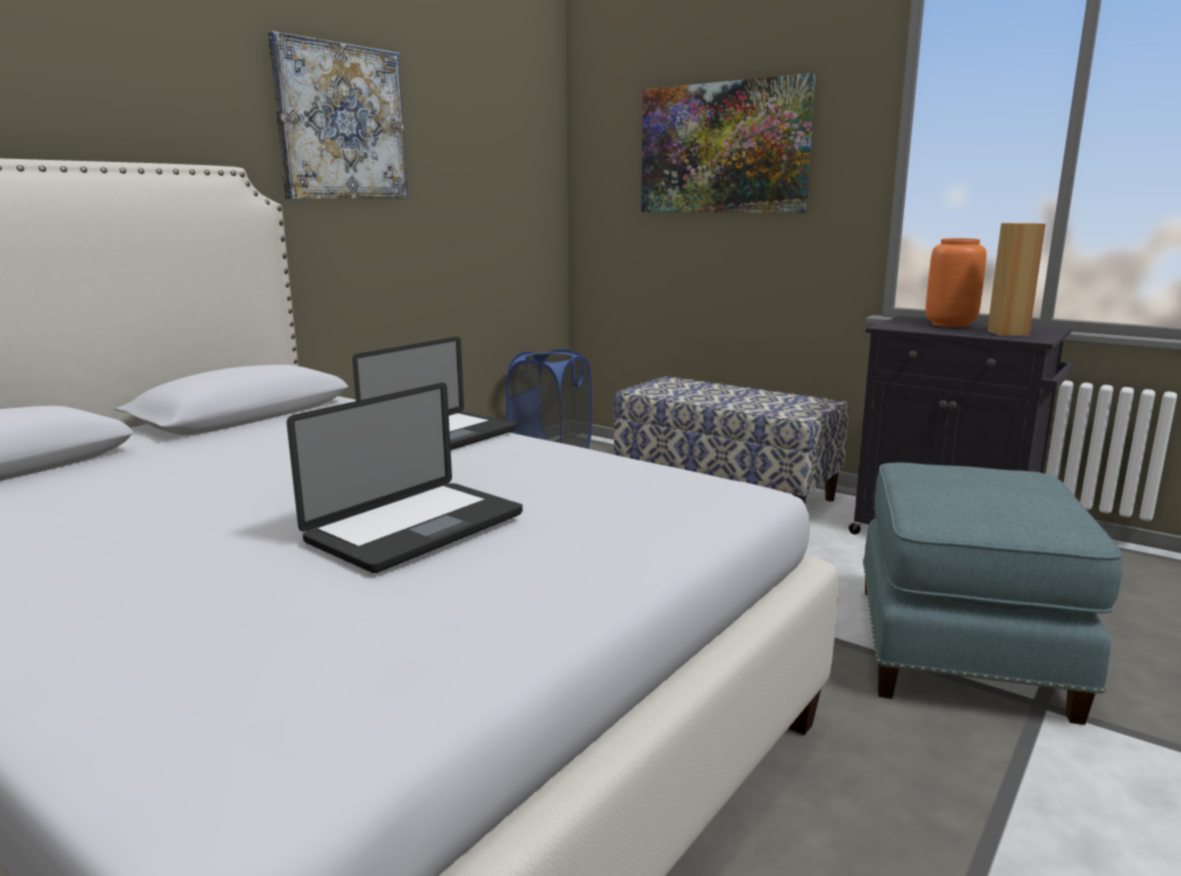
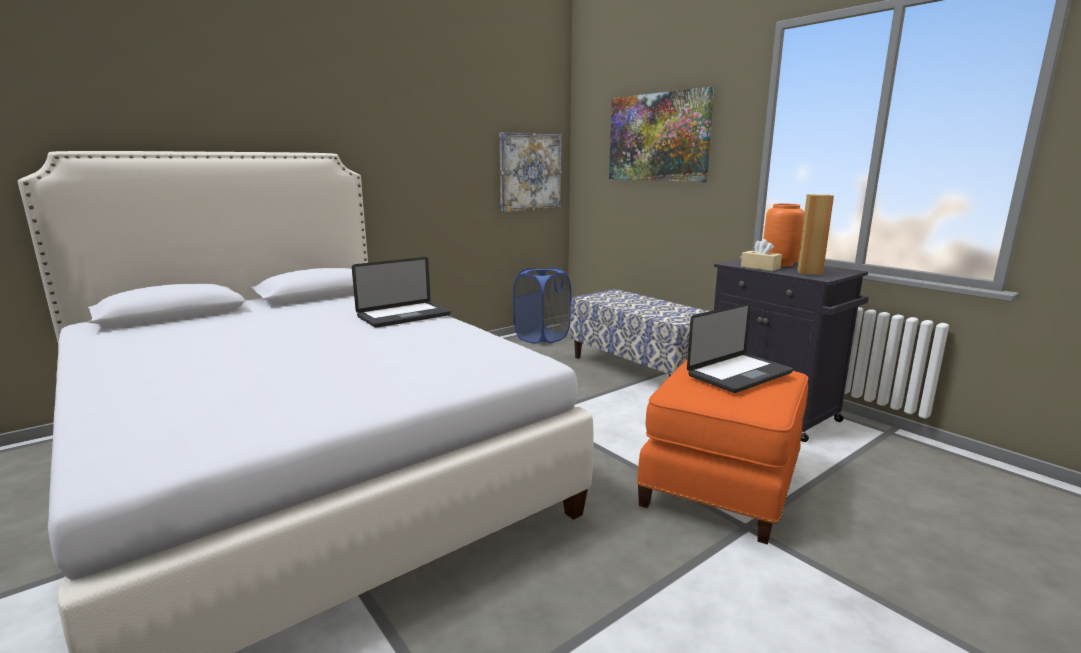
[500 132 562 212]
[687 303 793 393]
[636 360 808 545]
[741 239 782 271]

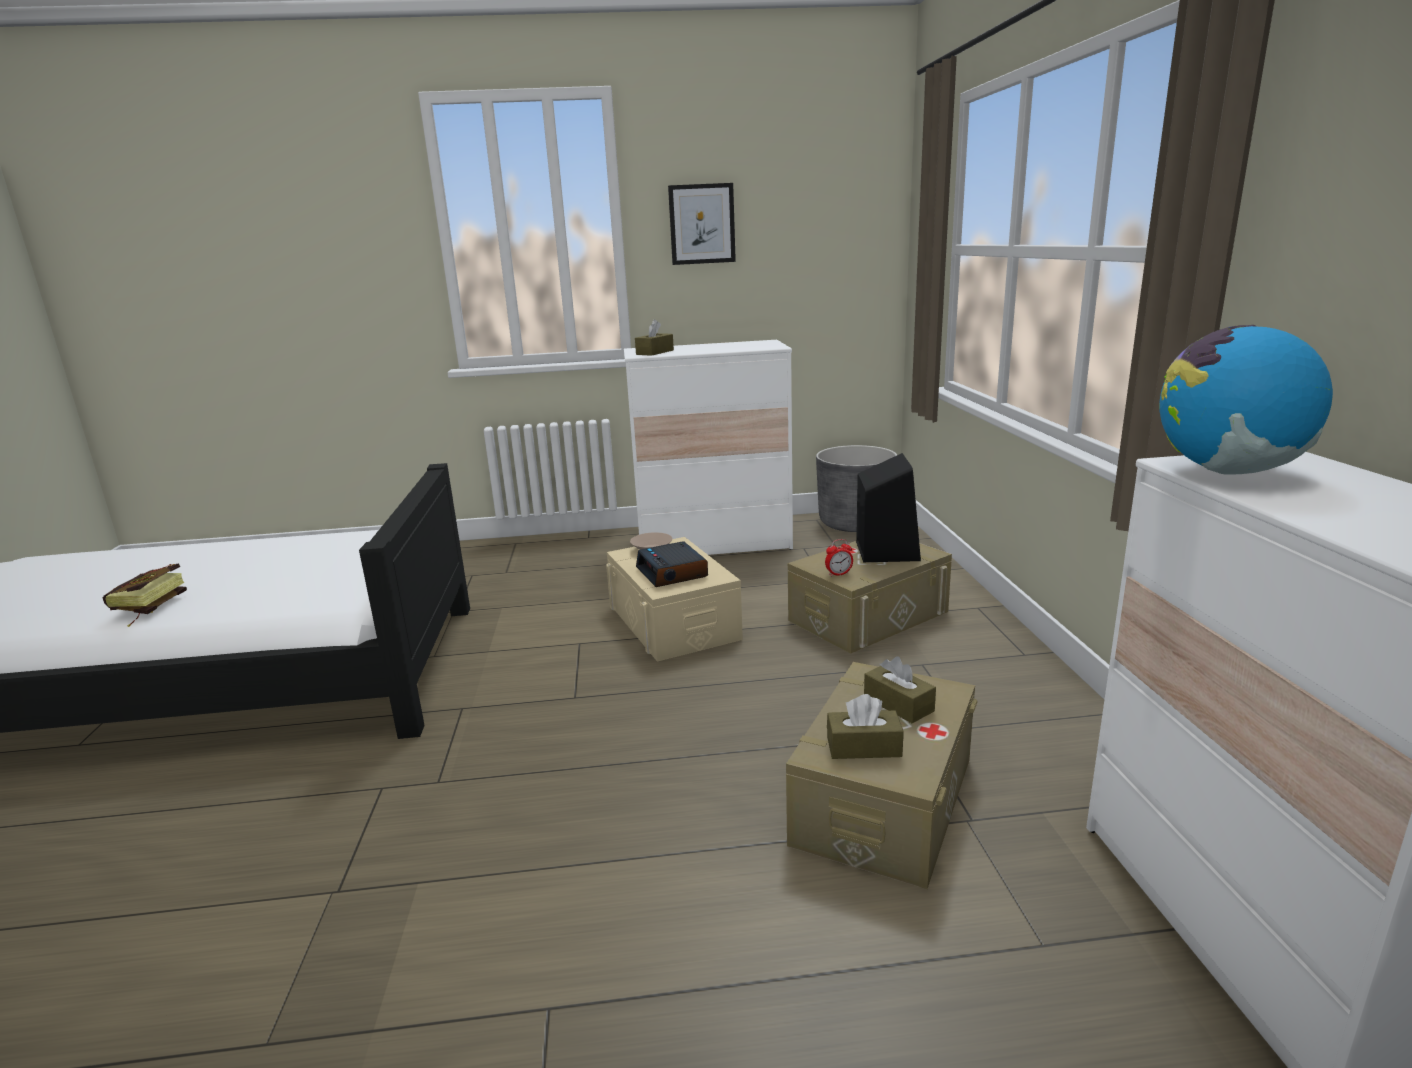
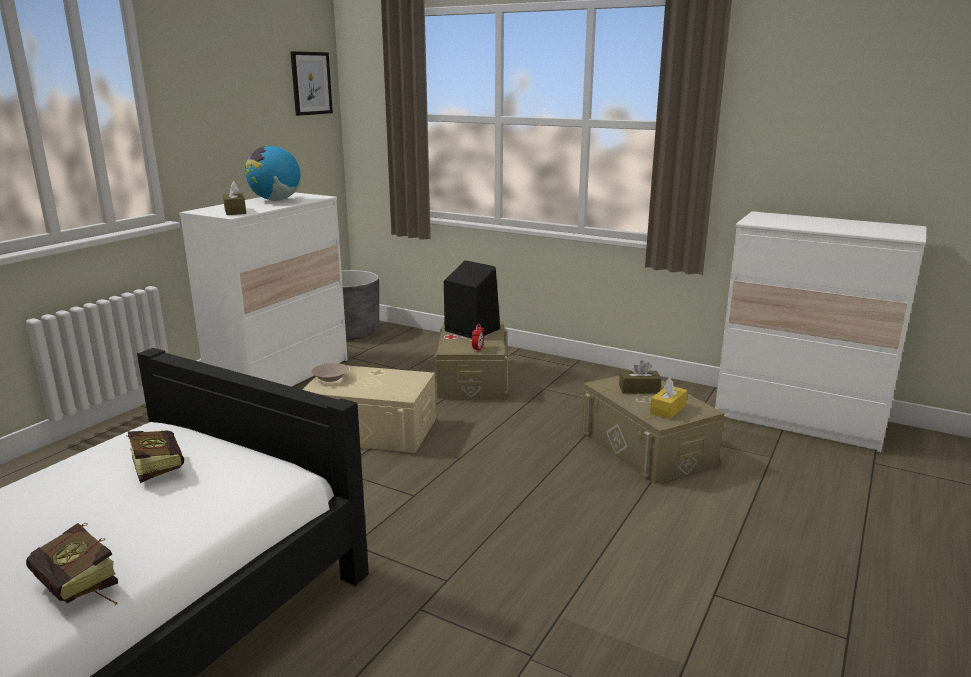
[290 51 333 116]
[245 146 300 201]
[636 542 708 587] (first image)
[650 377 687 419]
[126 430 184 483]

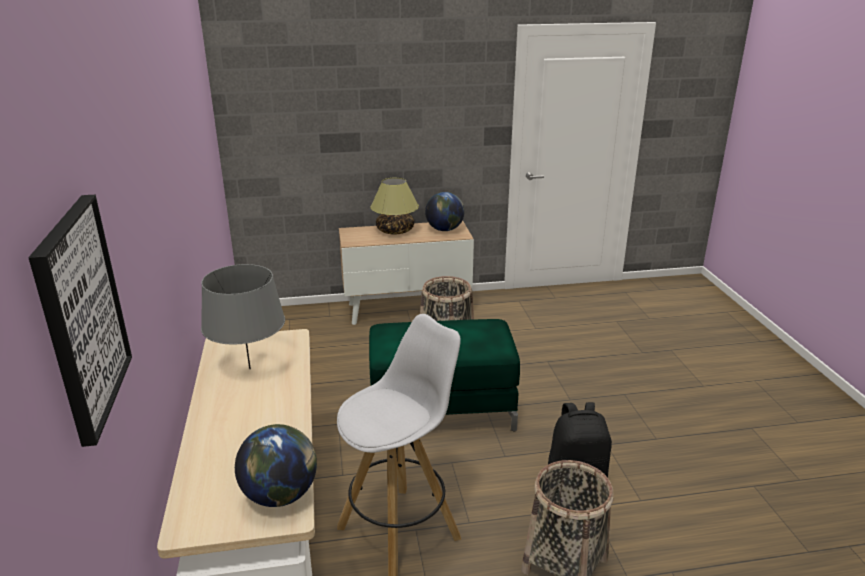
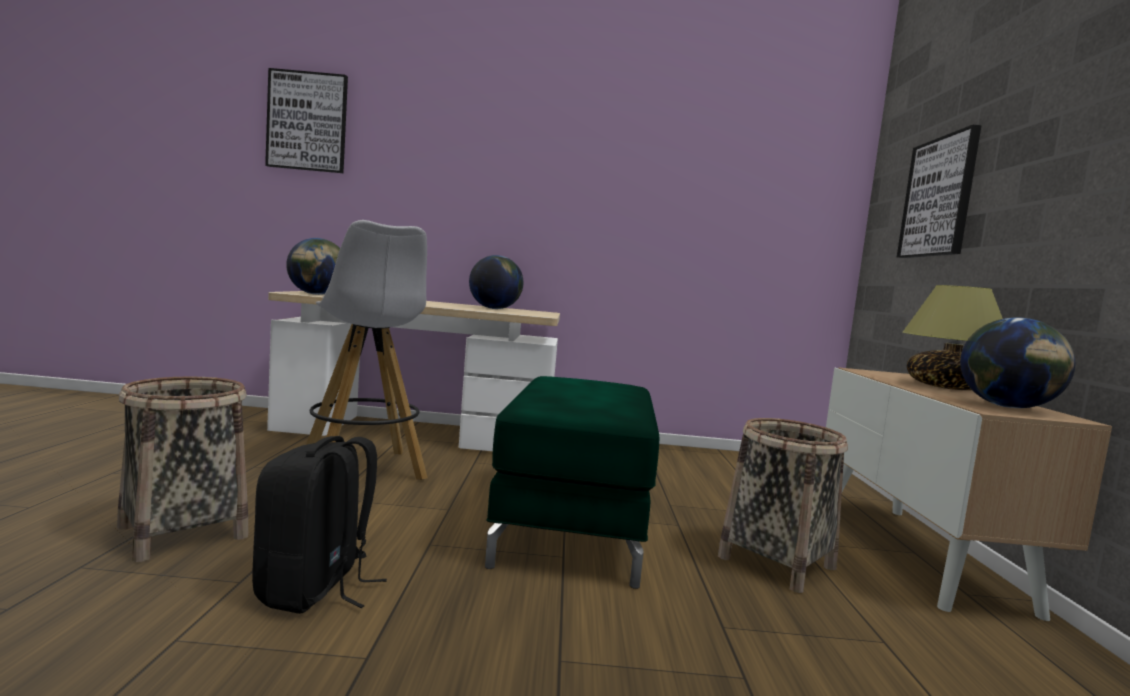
[469 255 523 309]
[897 124 982 258]

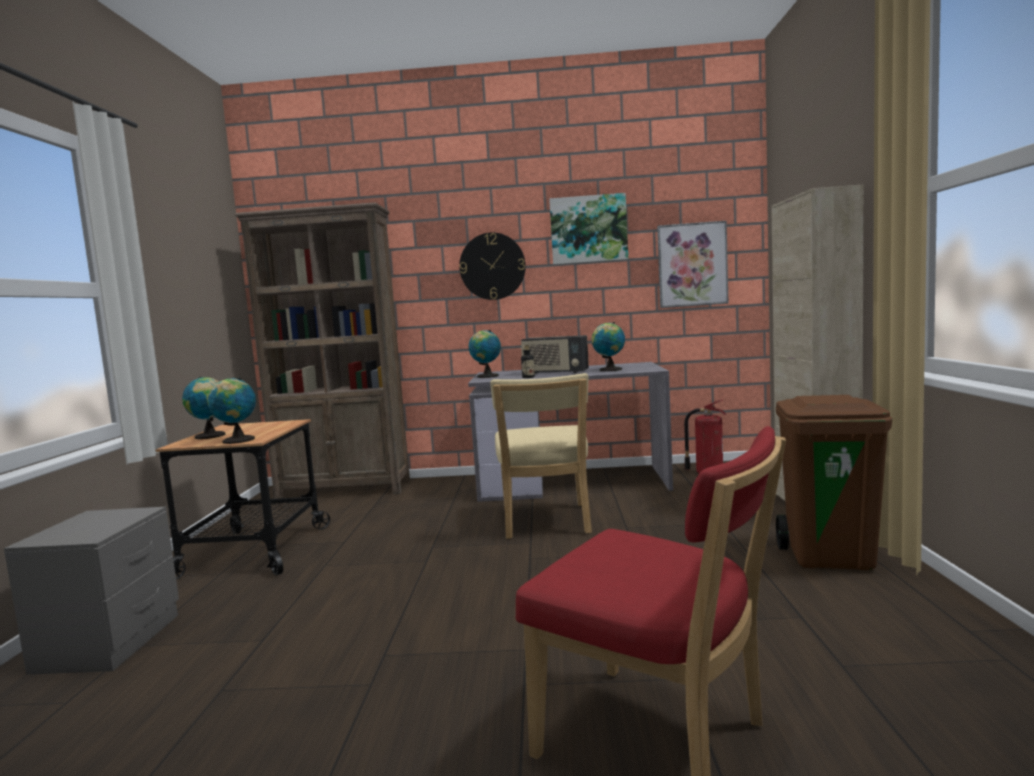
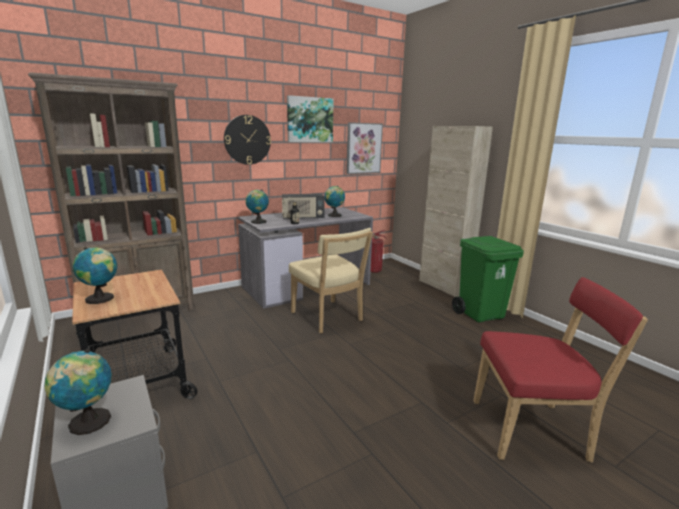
[45 349 112 435]
[452 236 524 322]

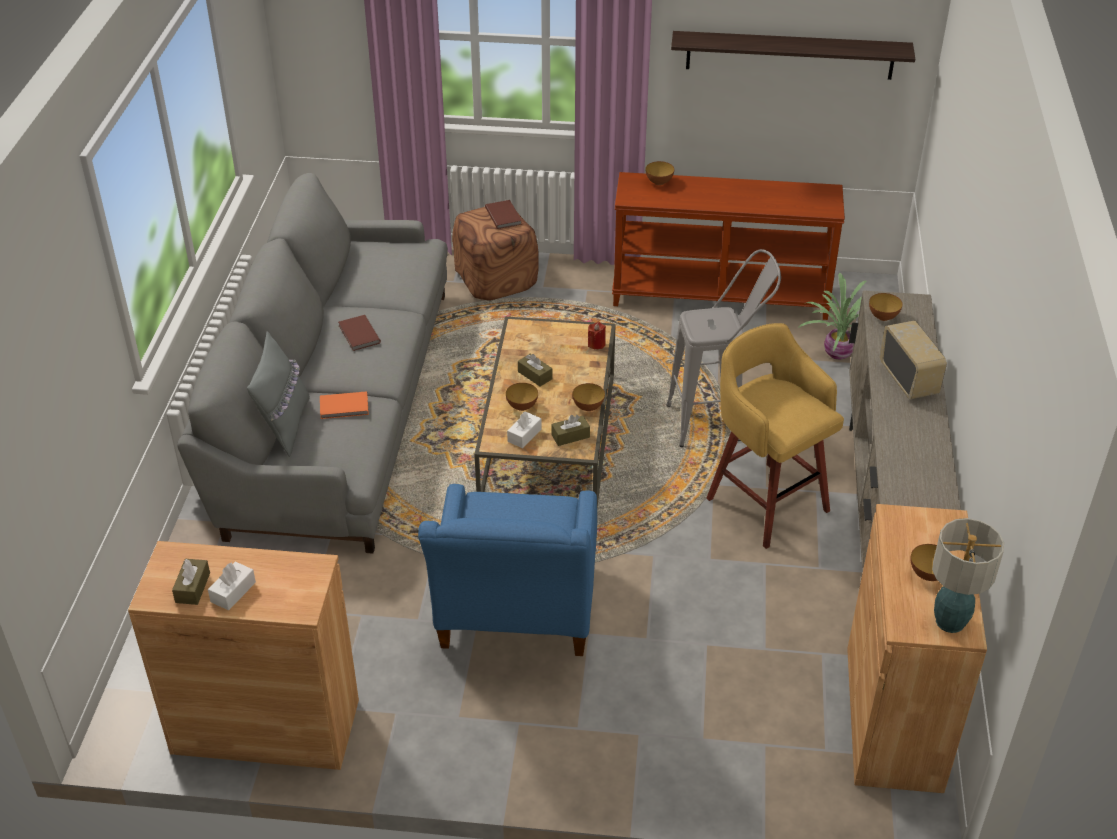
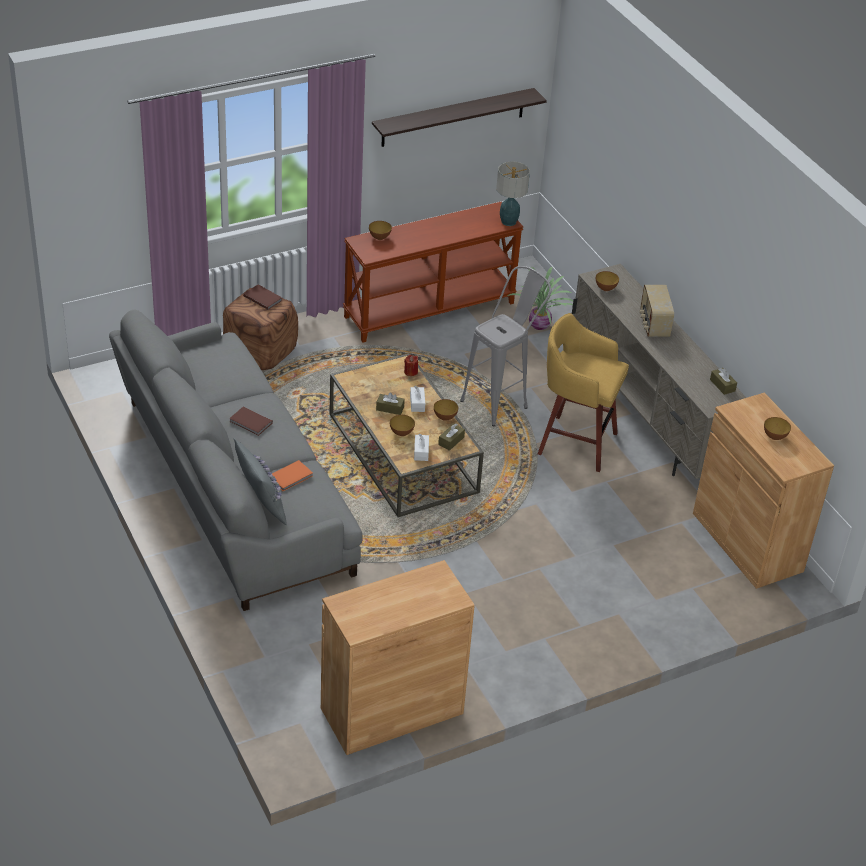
[639 285 674 337]
[418 484 597 656] (first image)
[496 161 530 226]
[710 368 737 395]
[410 386 425 412]

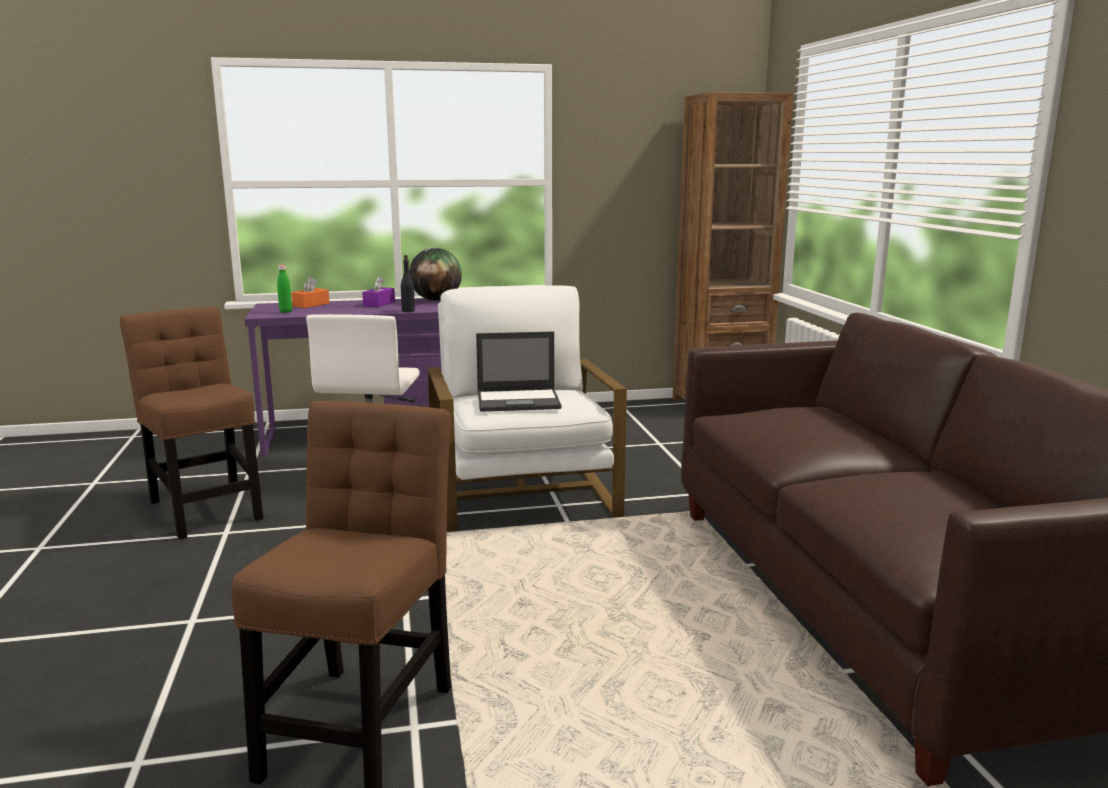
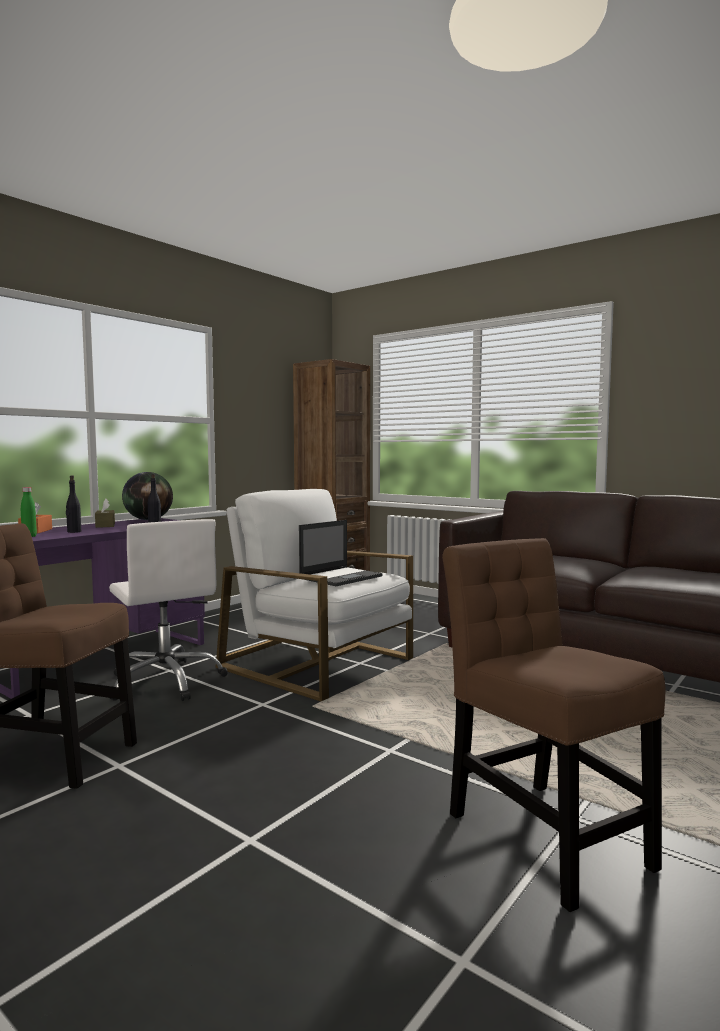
[95 499 115 528]
[66 475 81 533]

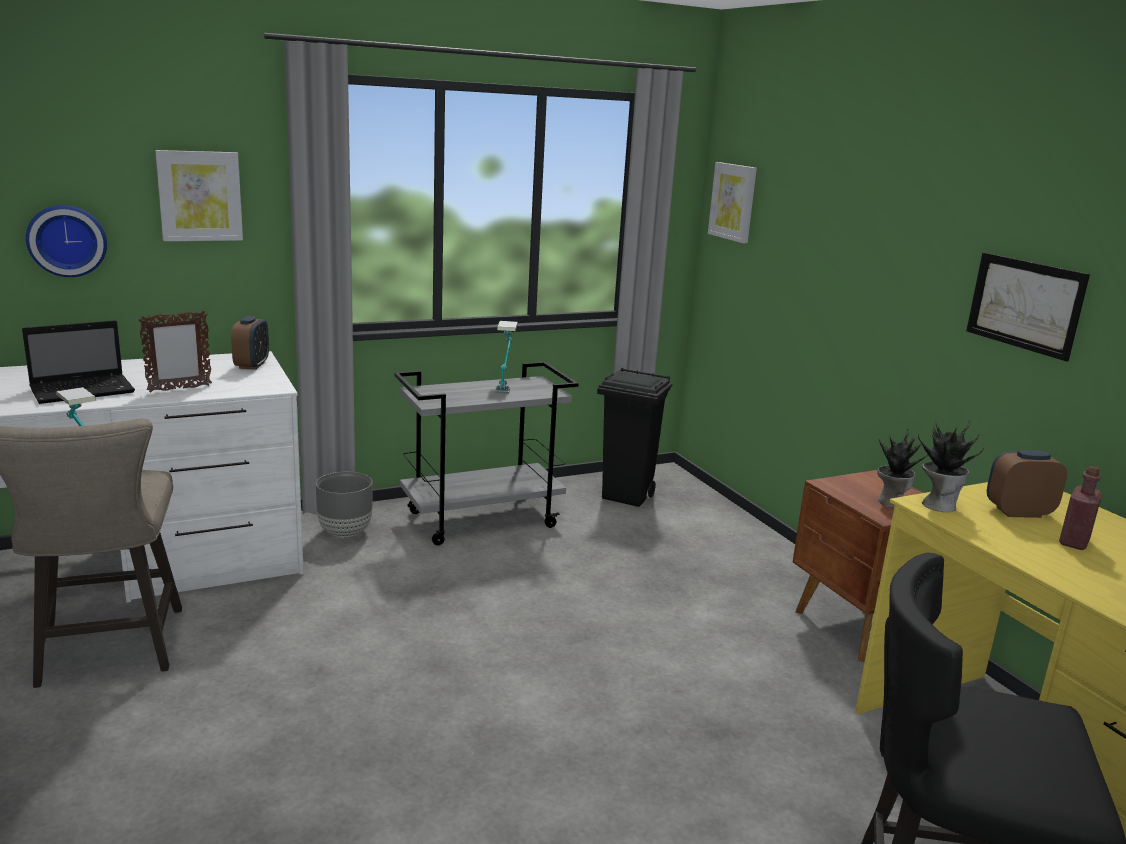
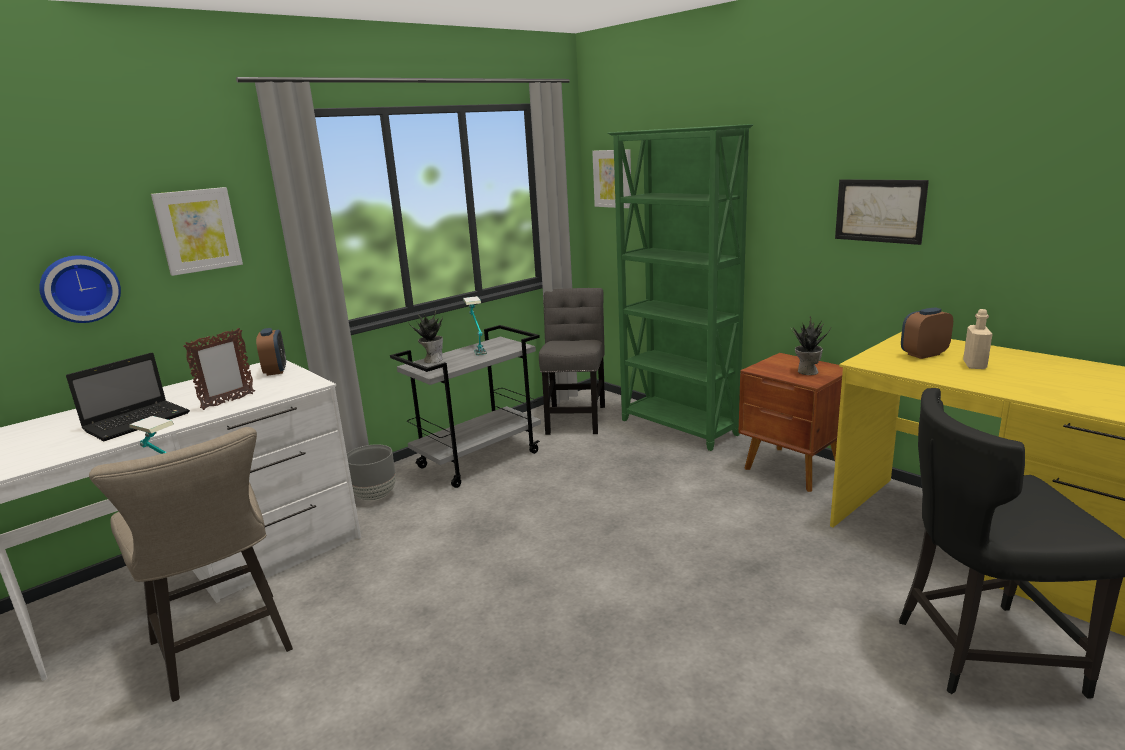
[539 288 605 435]
[408 310 443 363]
[963 309 993 369]
[607 124 753 451]

